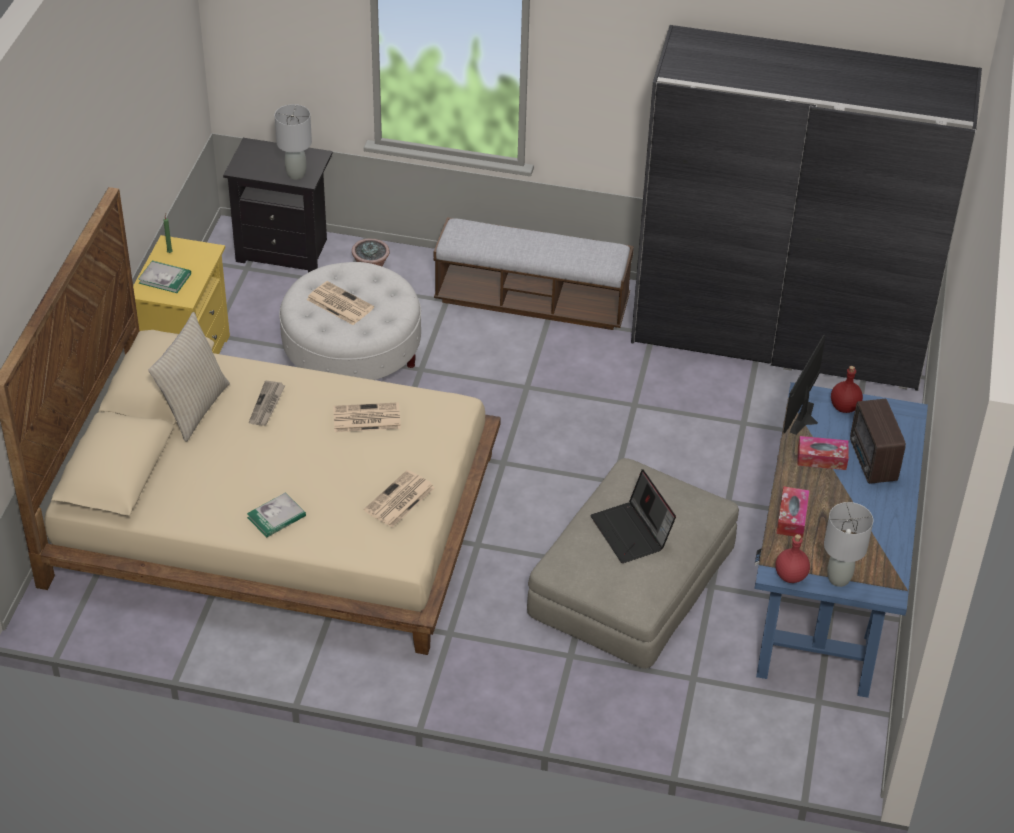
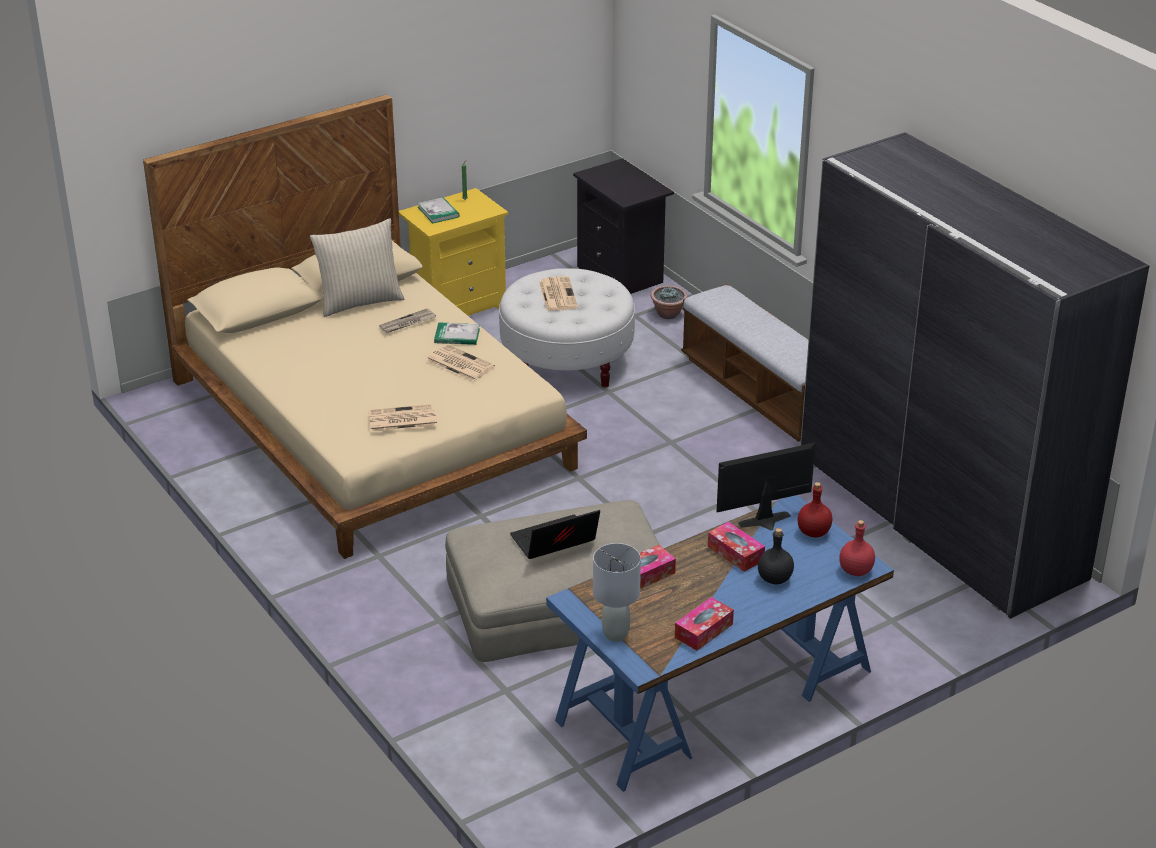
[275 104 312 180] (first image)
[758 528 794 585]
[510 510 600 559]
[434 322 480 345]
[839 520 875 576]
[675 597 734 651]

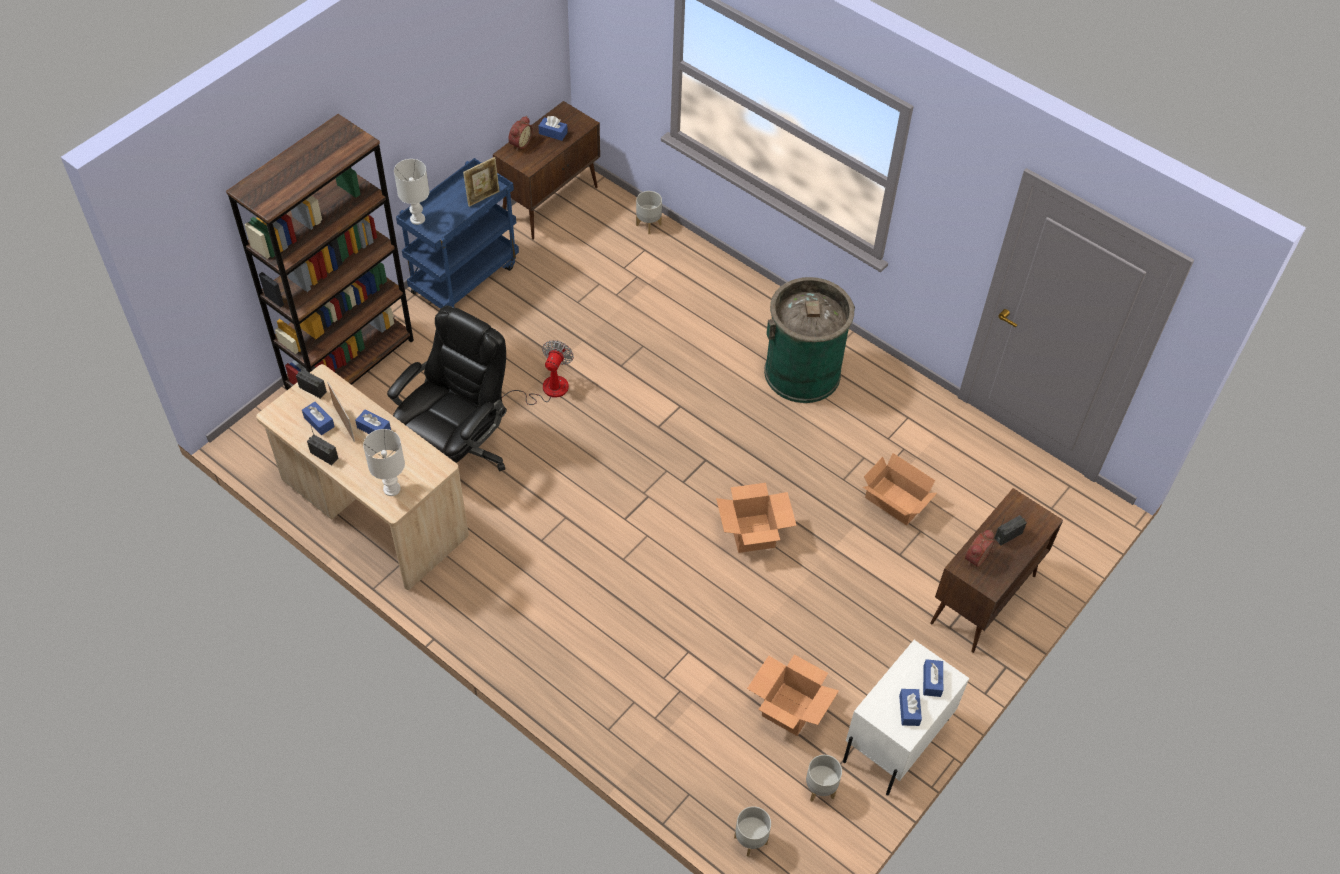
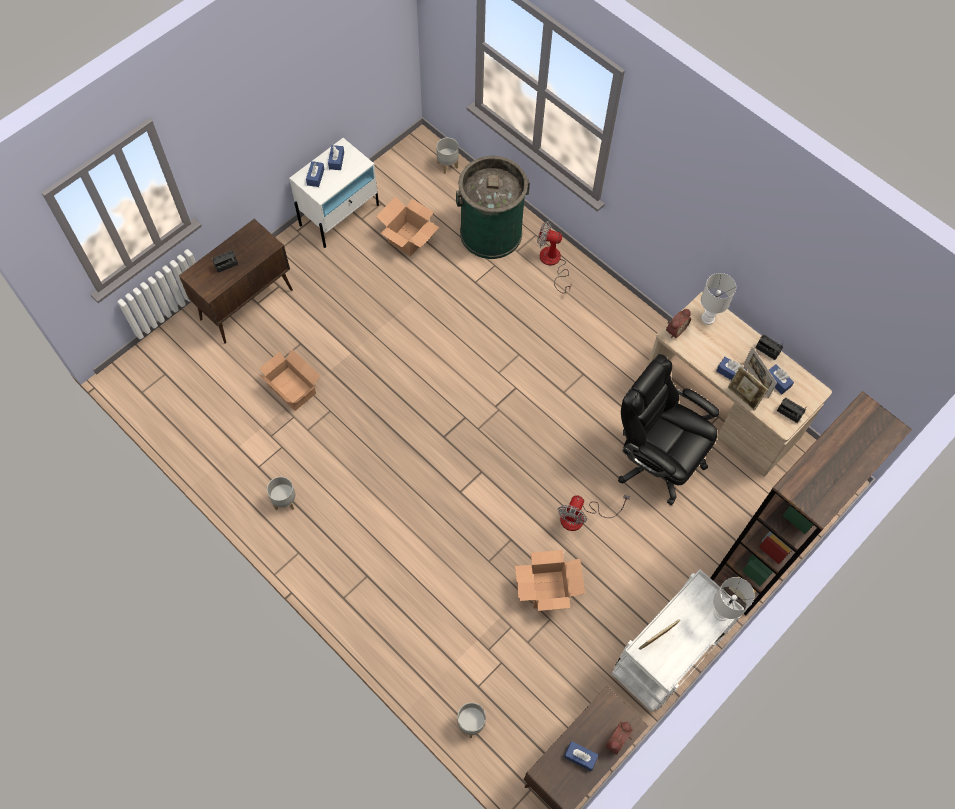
[611 570 744 712]
[456 156 530 259]
[618 354 719 505]
[515 550 585 611]
[666 309 691 338]
[267 477 295 511]
[537 221 572 294]
[727 366 768 410]

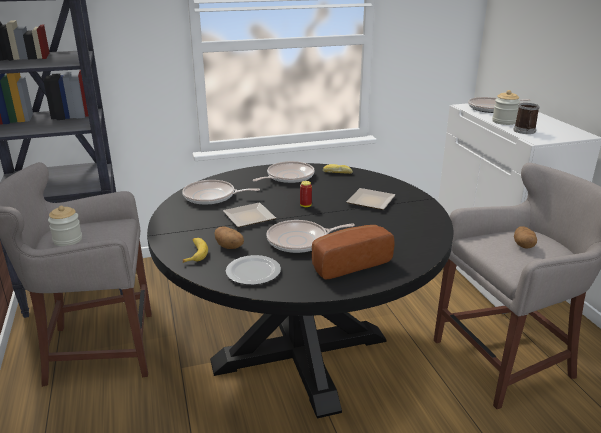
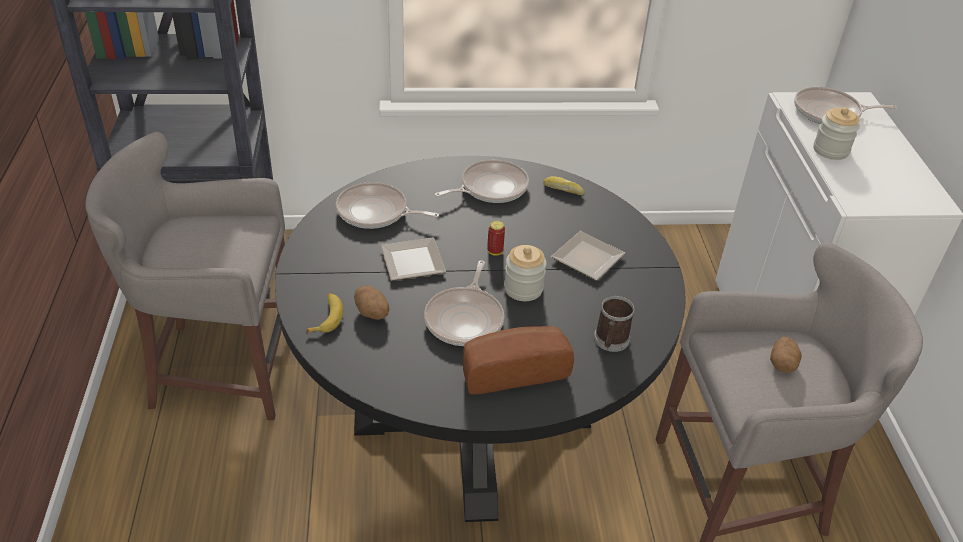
[594 296 634 352]
[504 245 547 301]
[424 260 504 346]
[226 255 281 285] (first image)

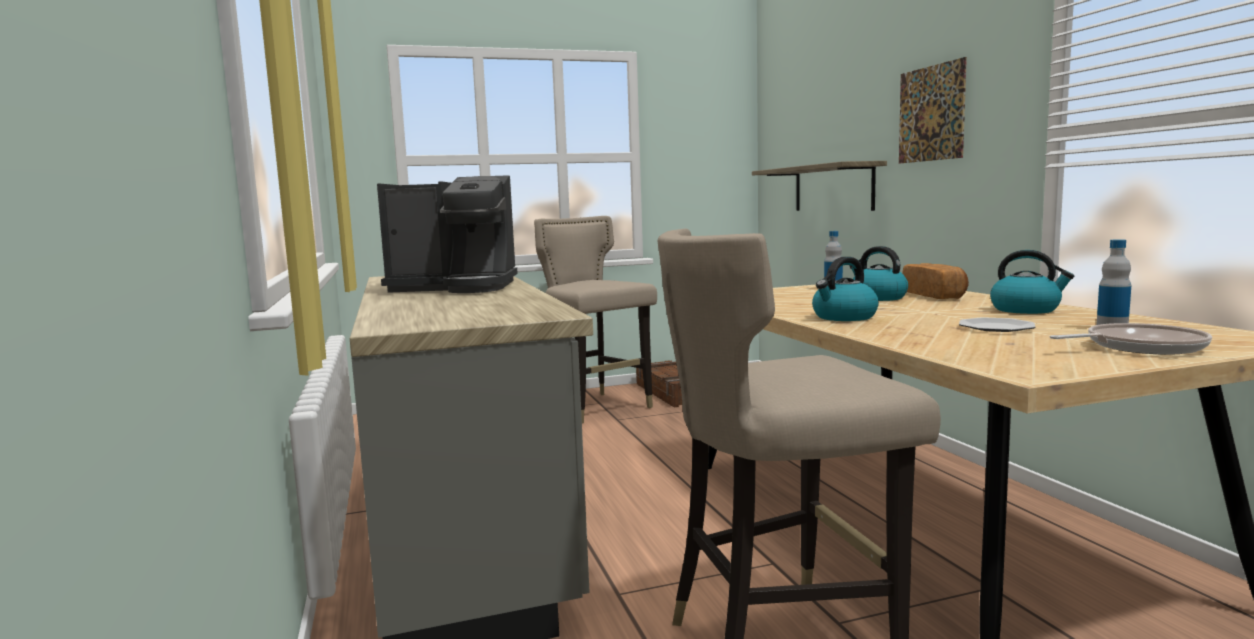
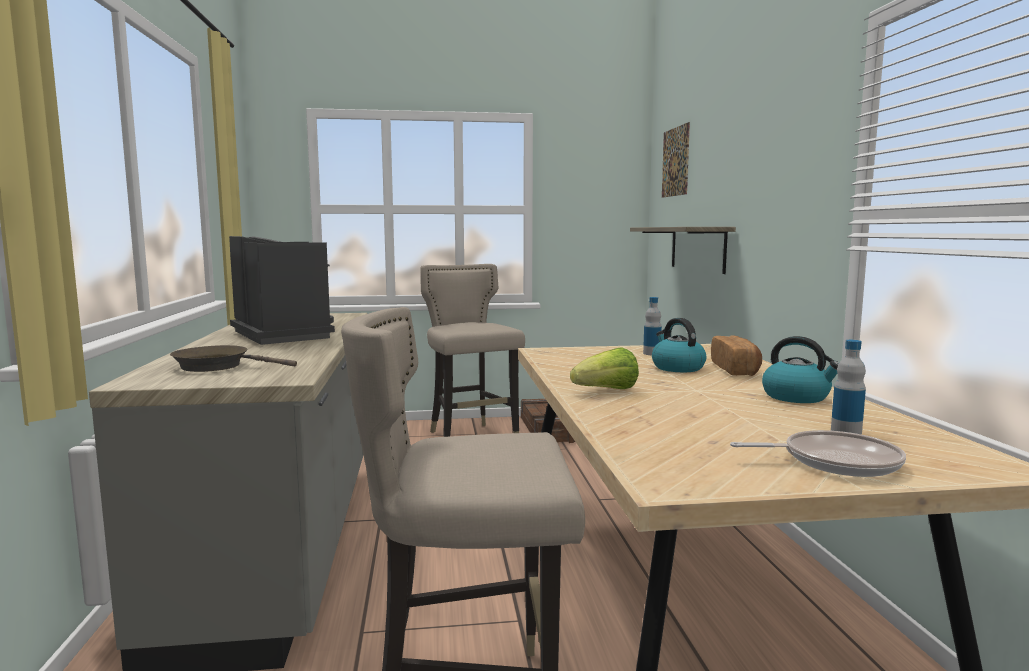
[662 122 690 198]
[229 236 335 345]
[570 347 639 389]
[959 317 1036 332] (first image)
[170 345 297 372]

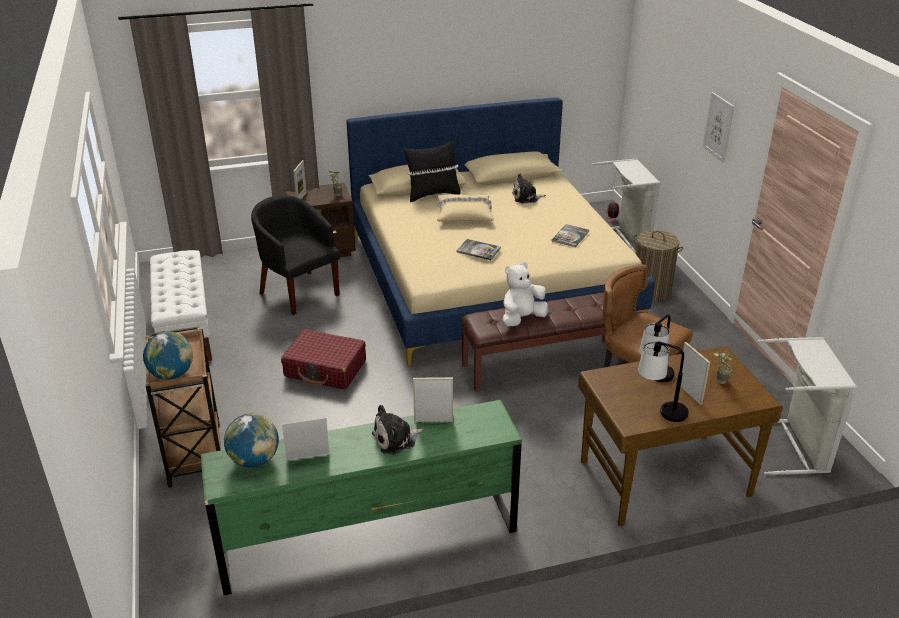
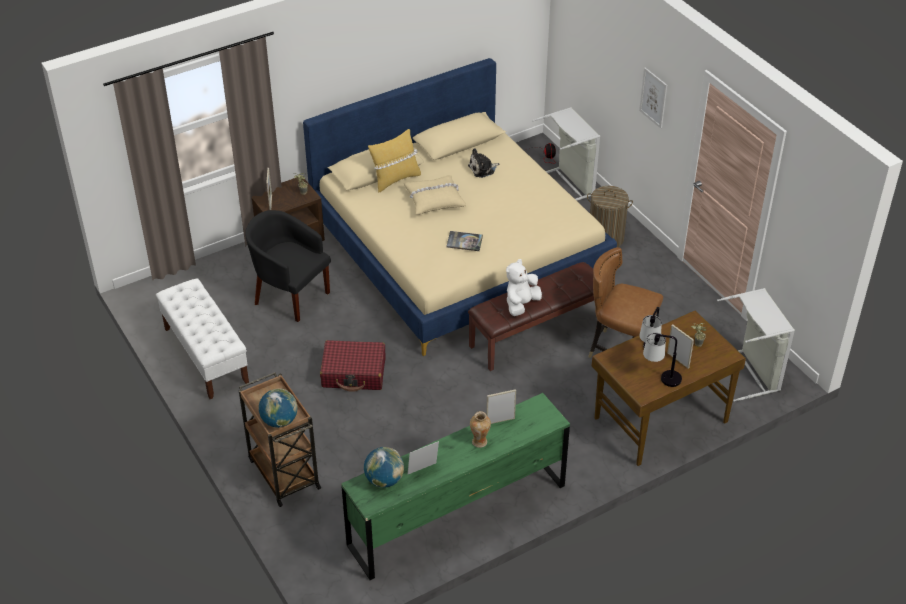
[368 129 421 193]
[551 224 589 247] (first image)
[470 411 491 448]

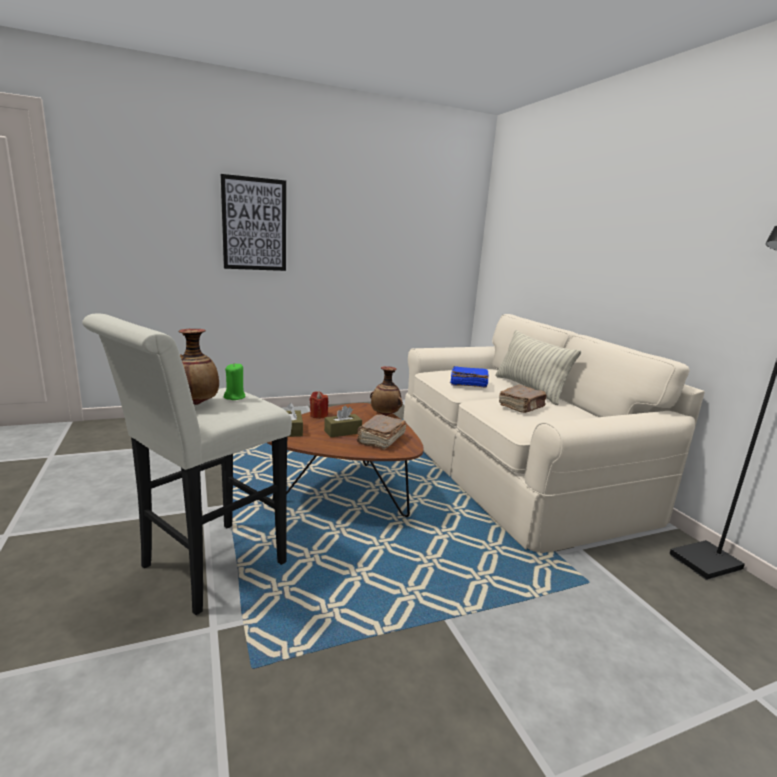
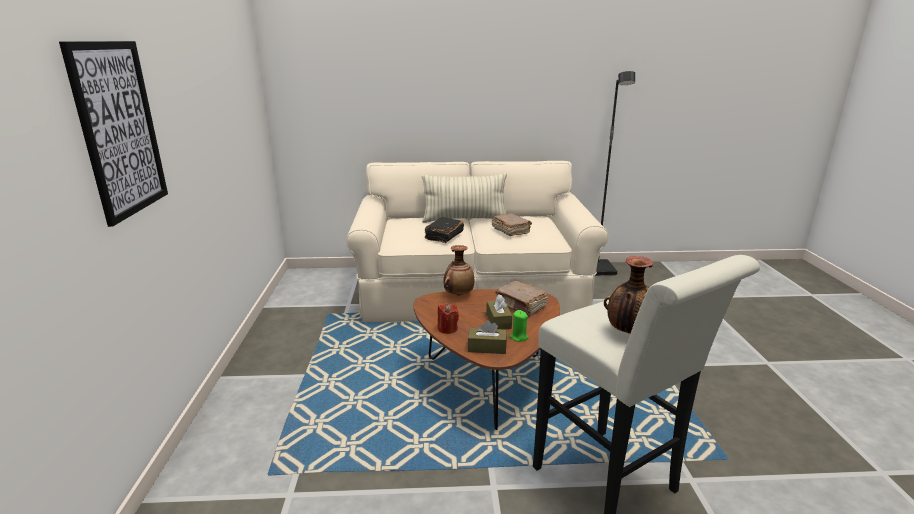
[509 310 528 342]
[425 217 464 243]

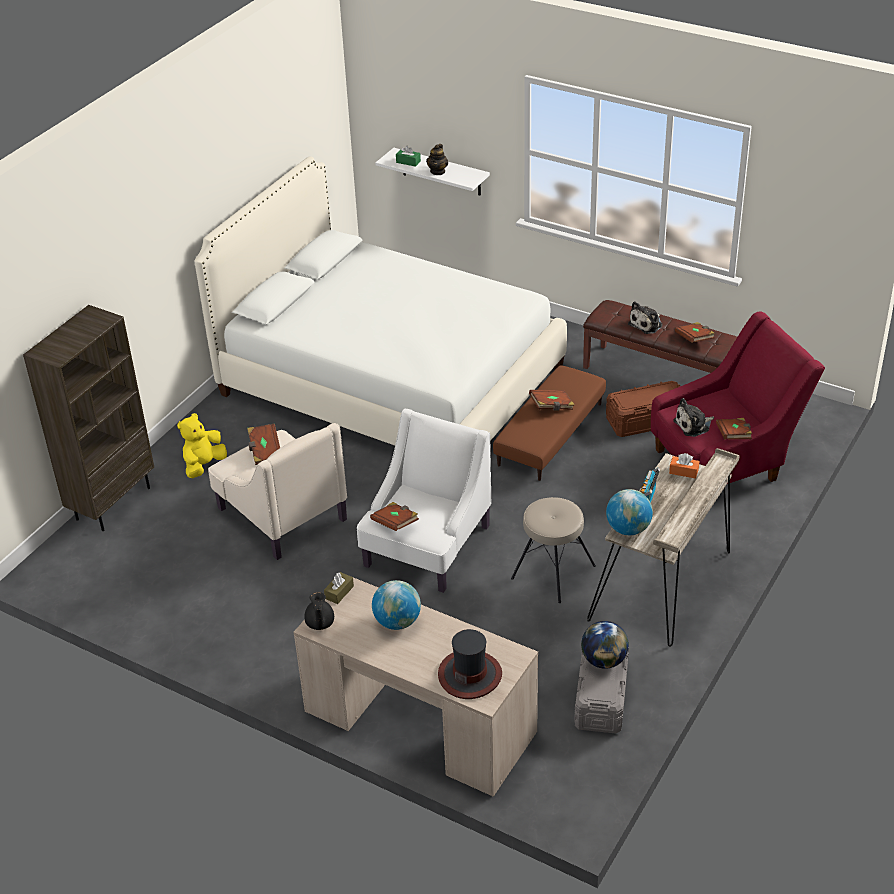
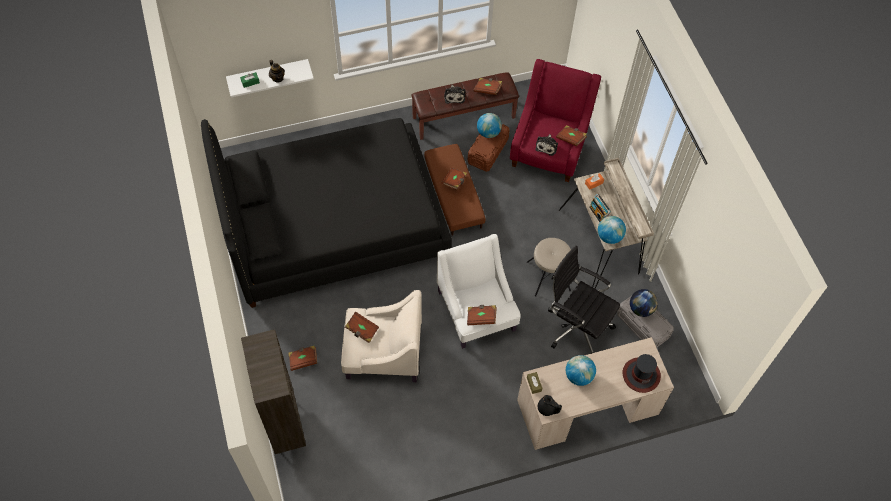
[201 118 452 308]
[288 345 317 371]
[477 113 502 138]
[548 246 620 354]

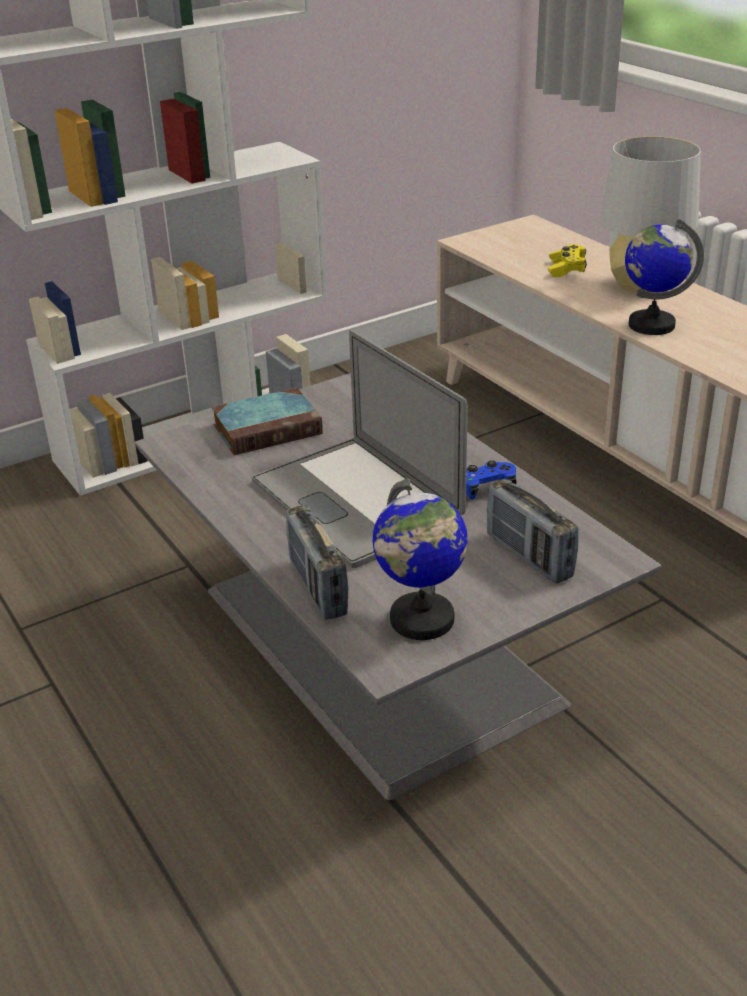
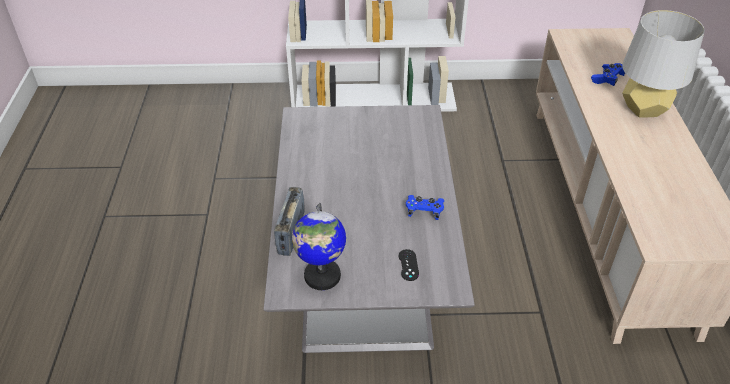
[625 219 704 335] (first image)
[591 63 625 86]
[252 330 468 568] (first image)
[211 388 323 455] (first image)
[399 249 419 281]

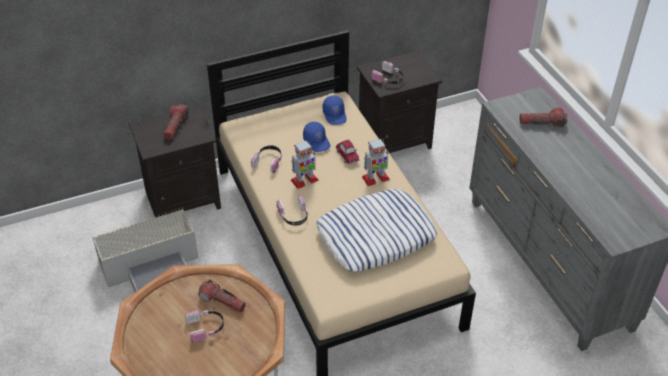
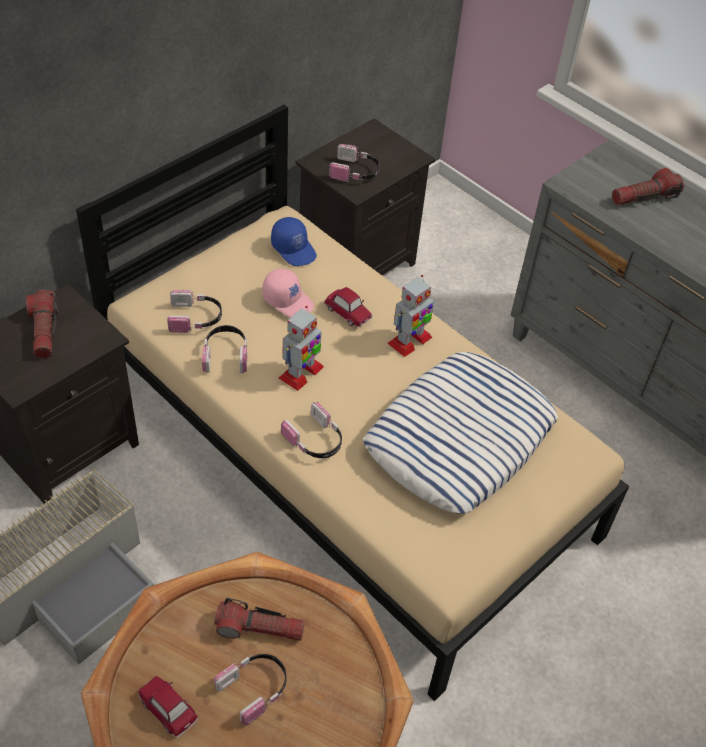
[263 268 314 318]
[167 290 222 333]
[138 676 199 738]

